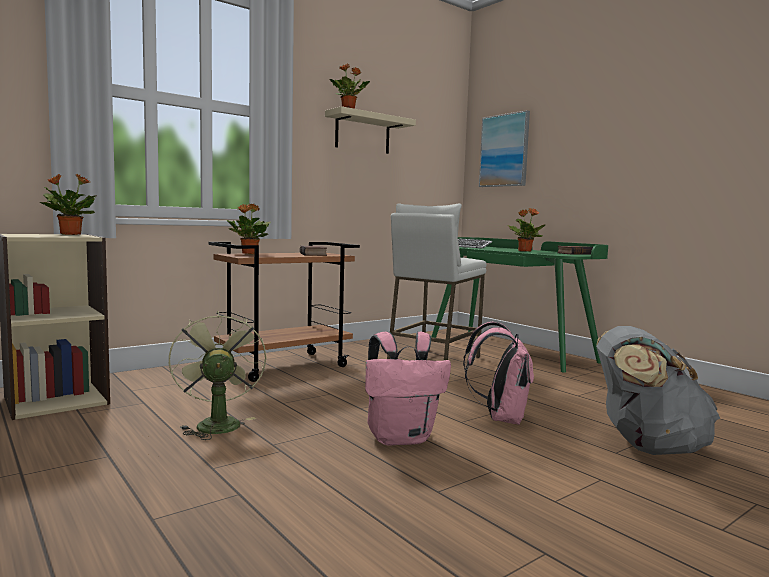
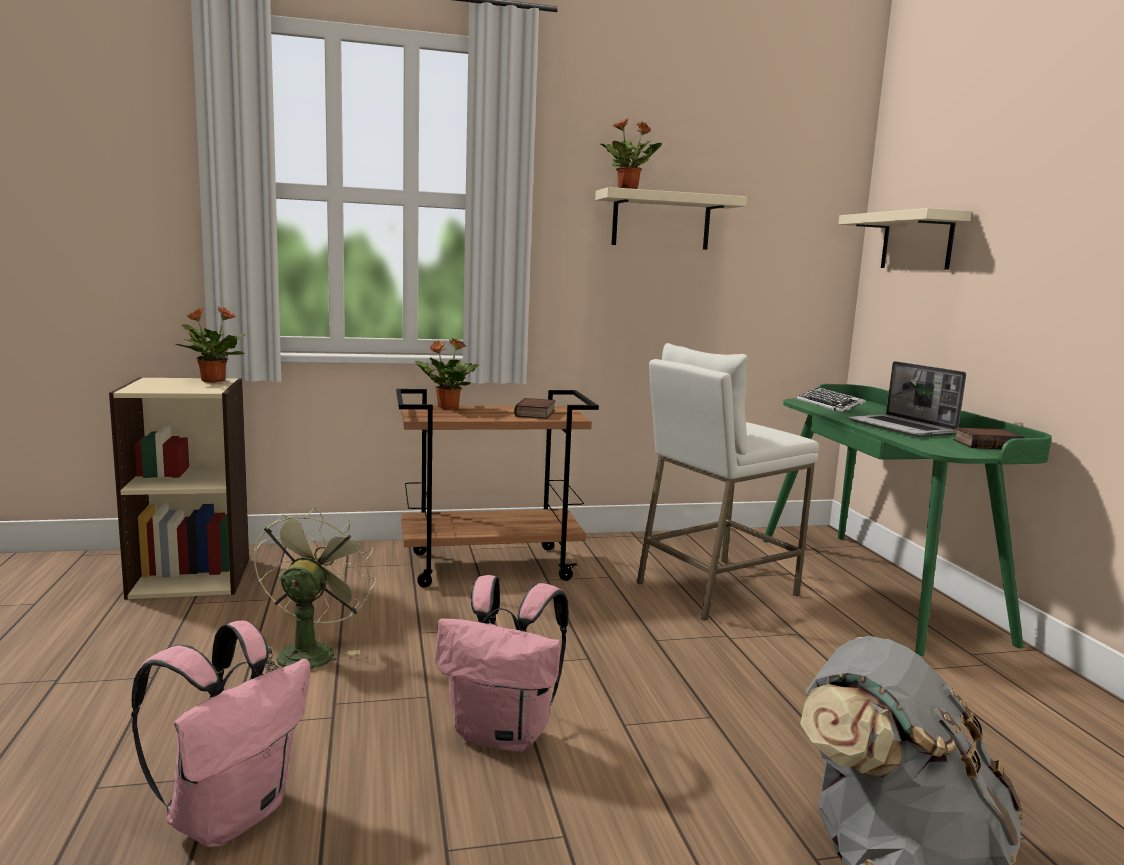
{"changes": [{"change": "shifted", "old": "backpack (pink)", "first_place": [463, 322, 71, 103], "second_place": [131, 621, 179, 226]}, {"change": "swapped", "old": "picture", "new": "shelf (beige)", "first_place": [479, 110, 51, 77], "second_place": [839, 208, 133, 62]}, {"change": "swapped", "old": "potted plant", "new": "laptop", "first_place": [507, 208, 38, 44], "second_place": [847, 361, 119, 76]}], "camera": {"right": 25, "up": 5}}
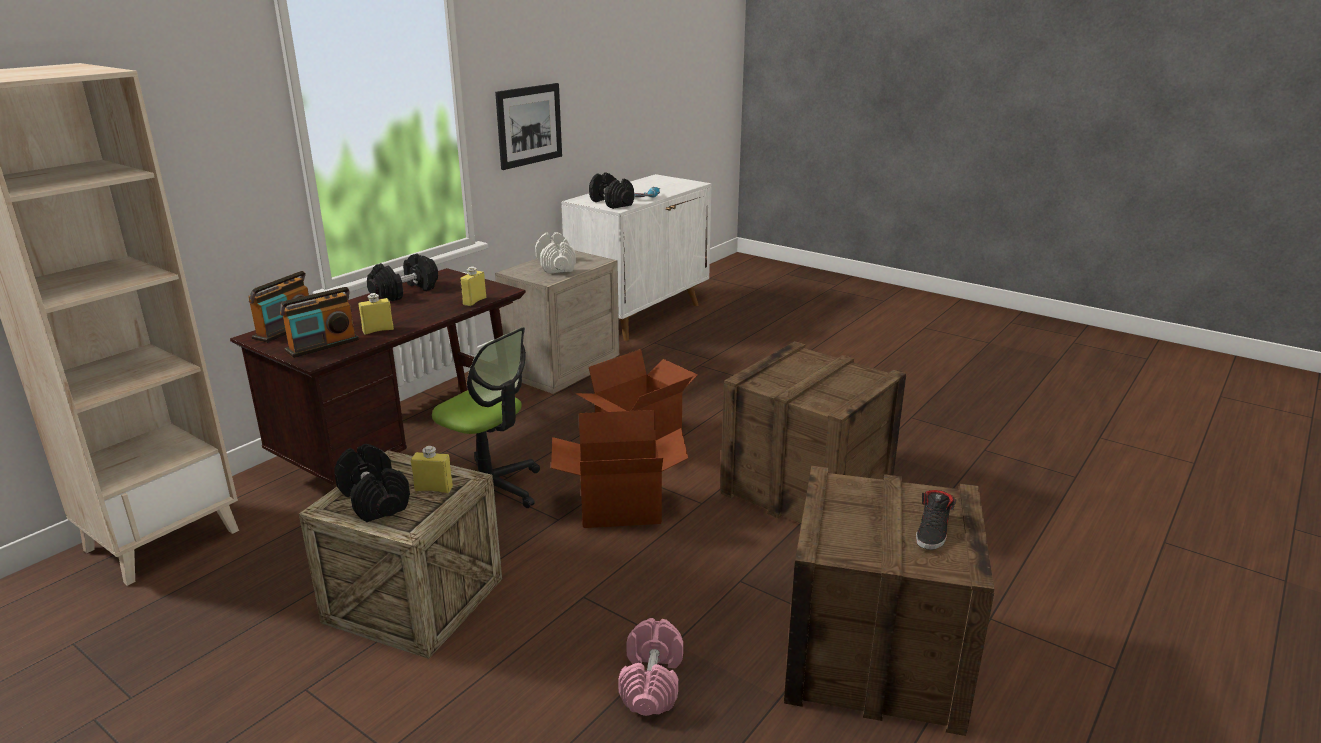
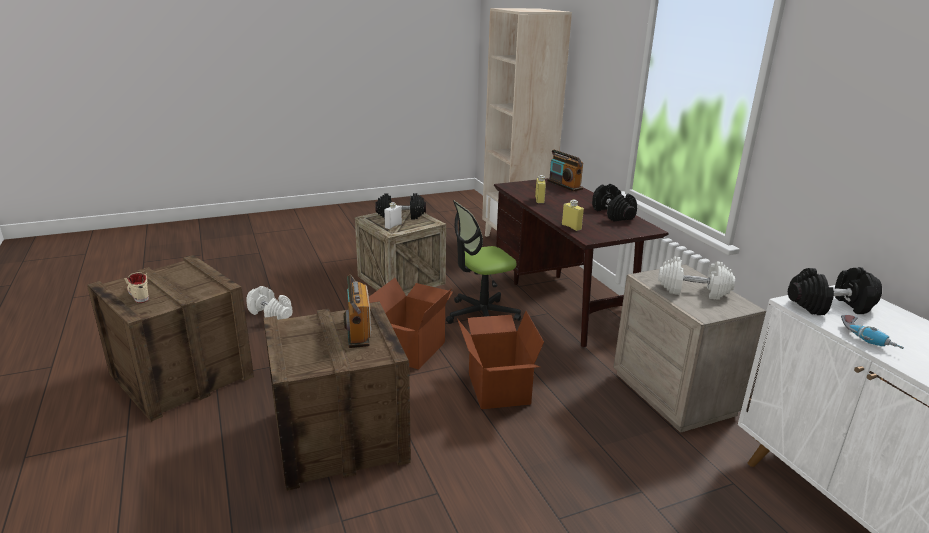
{"changes": [{"change": "gone", "old": "picture", "first_place": [495, 83, 67, 87]}, {"change": "shifted", "old": "radio", "first_place": [280, 287, 79, 71], "second_place": [343, 274, 28, 74]}, {"change": "repainted", "old": "bottle (yellow)", "new": "bottle (white)", "first_place": [411, 446, 42, 47], "second_place": [384, 202, 18, 27]}, {"change": "repainted", "old": "dumbbell (pink)", "new": "dumbbell (white)", "first_place": [618, 618, 65, 98], "second_place": [247, 286, 45, 34]}, {"change": "repainted", "old": "shoe (black)", "new": "shoe (beige)", "first_place": [916, 490, 40, 60], "second_place": [124, 272, 25, 31]}], "camera": {"right": 120, "up": 0}}
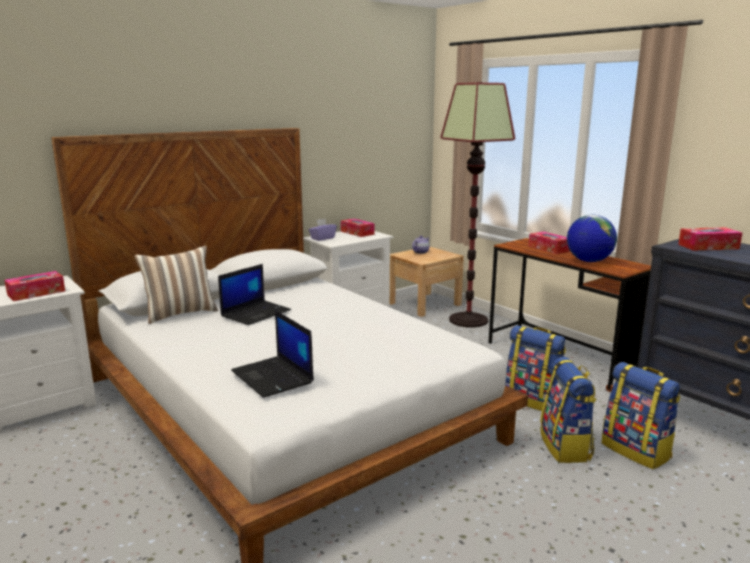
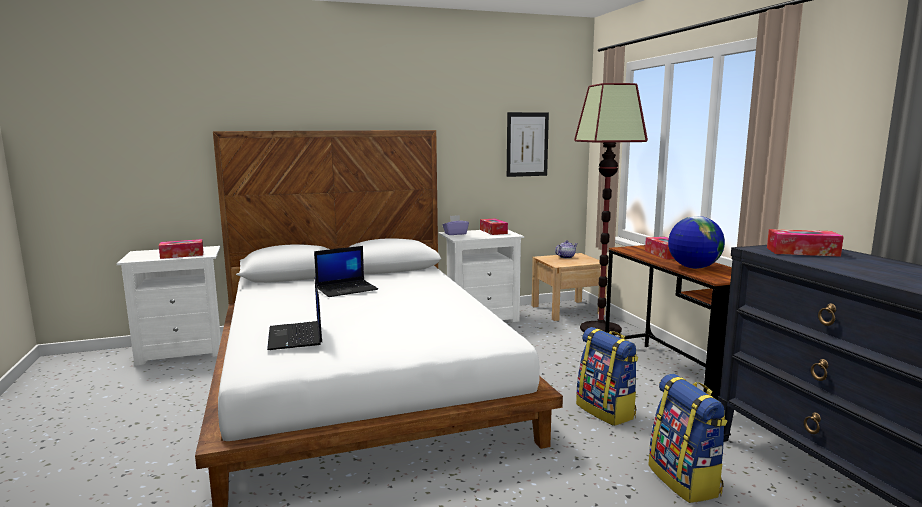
{"changes": [{"change": "gone", "old": "pillow", "first_place": [134, 246, 84, 78]}, {"change": "gone", "old": "backpack", "first_place": [540, 357, 57, 106]}, {"change": "new", "new": "picture", "second_place": [507, 112, 42, 65]}], "camera": {"right": 20, "up": -5}}
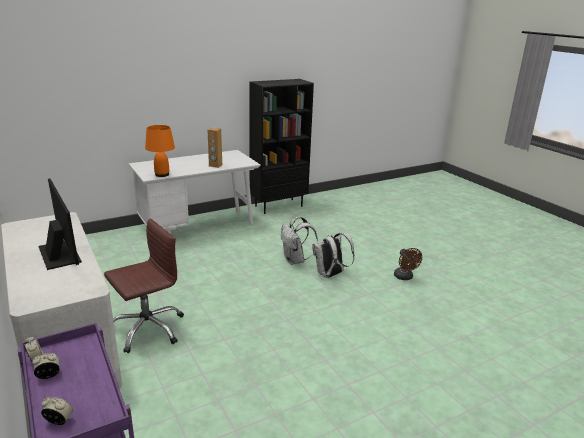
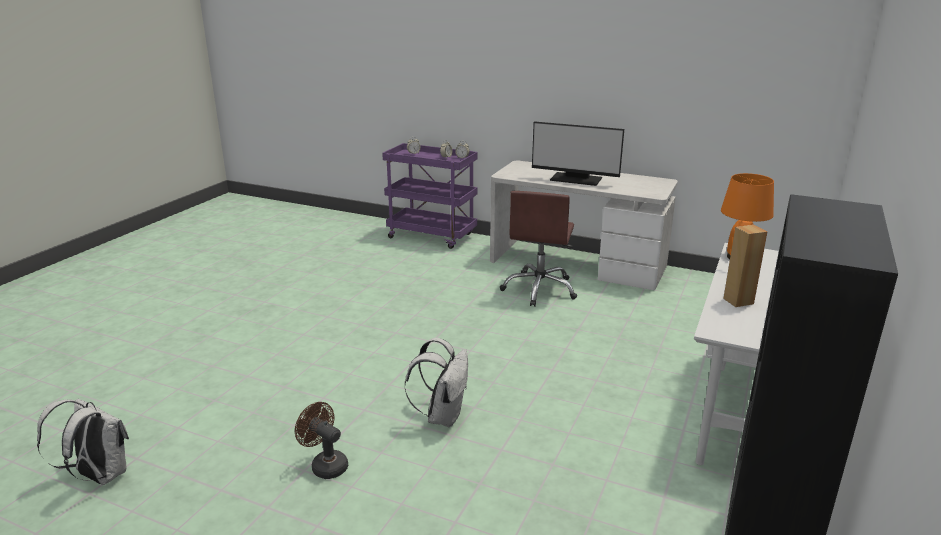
{"changes": [{"change": "shifted", "old": "backpack (white)", "first_place": [281, 216, 37, 49], "second_place": [37, 399, 92, 86]}], "camera": {"right": 145, "up": 0}}
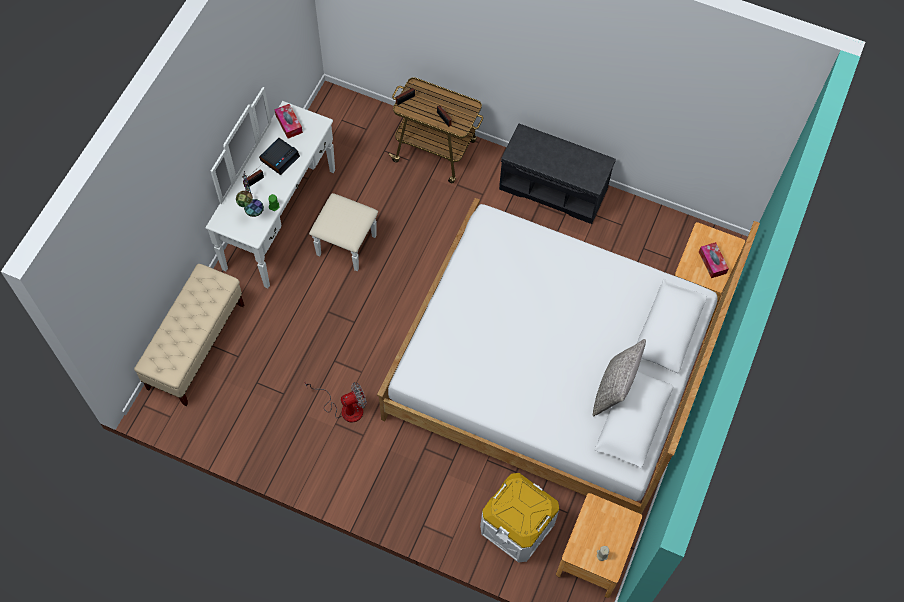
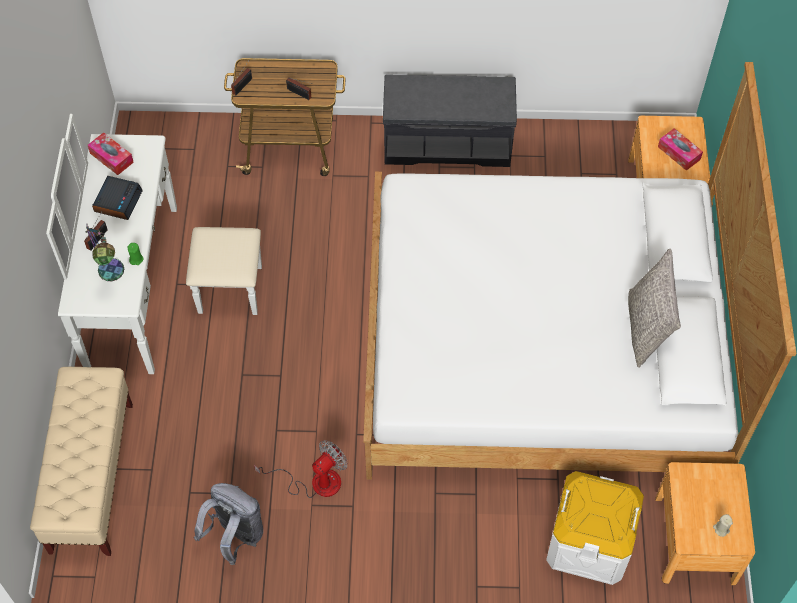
{"changes": [{"change": "new", "new": "backpack (grey)", "second_place": [194, 483, 69, 82]}], "camera": {"right": -20, "up": -5}}
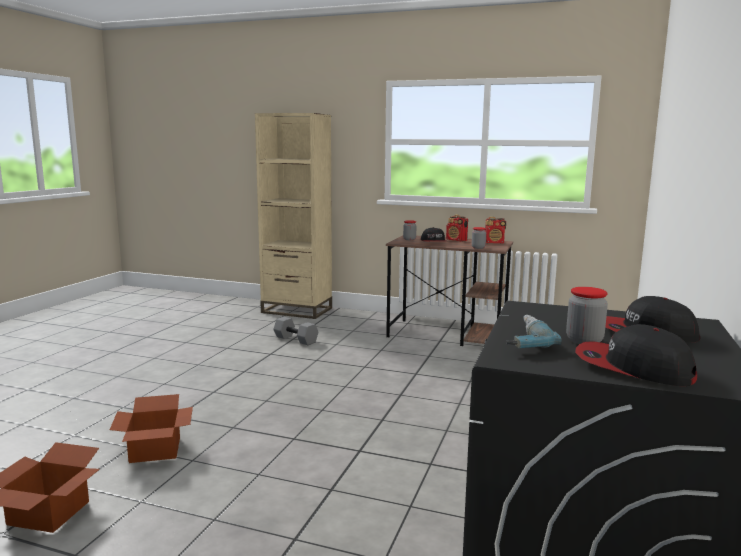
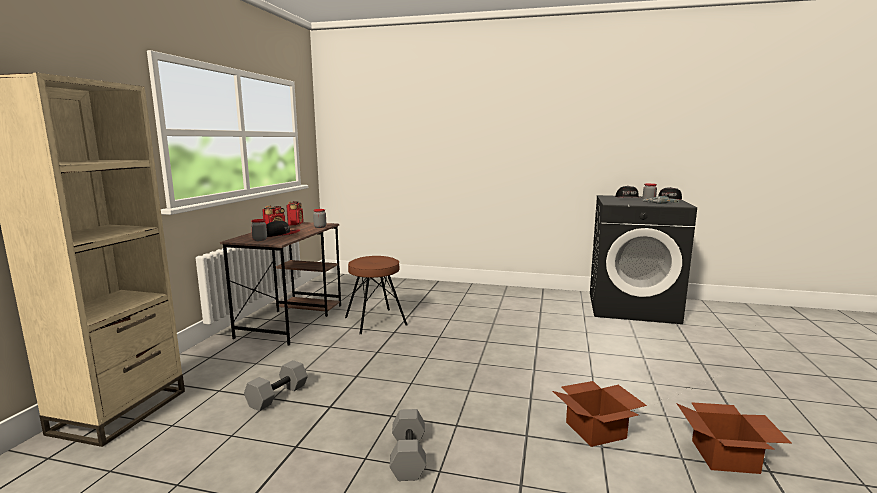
{"changes": [{"change": "new", "new": "stool (brown)", "second_place": [345, 256, 63, 78]}, {"change": "new", "new": "dumbbell (grey)", "second_place": [390, 409, 36, 72]}], "camera": {"right": -95, "up": 0}}
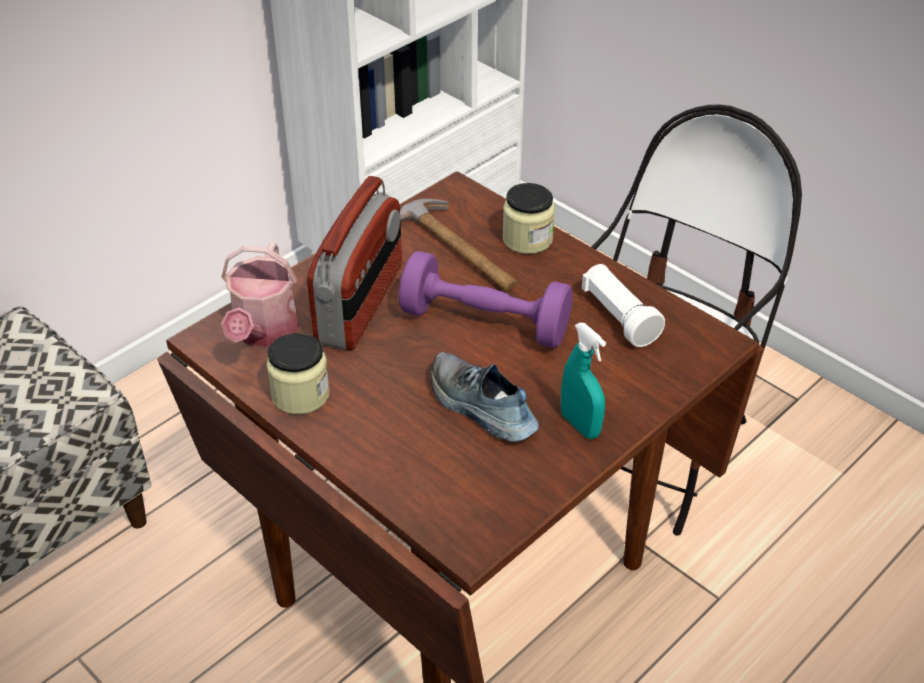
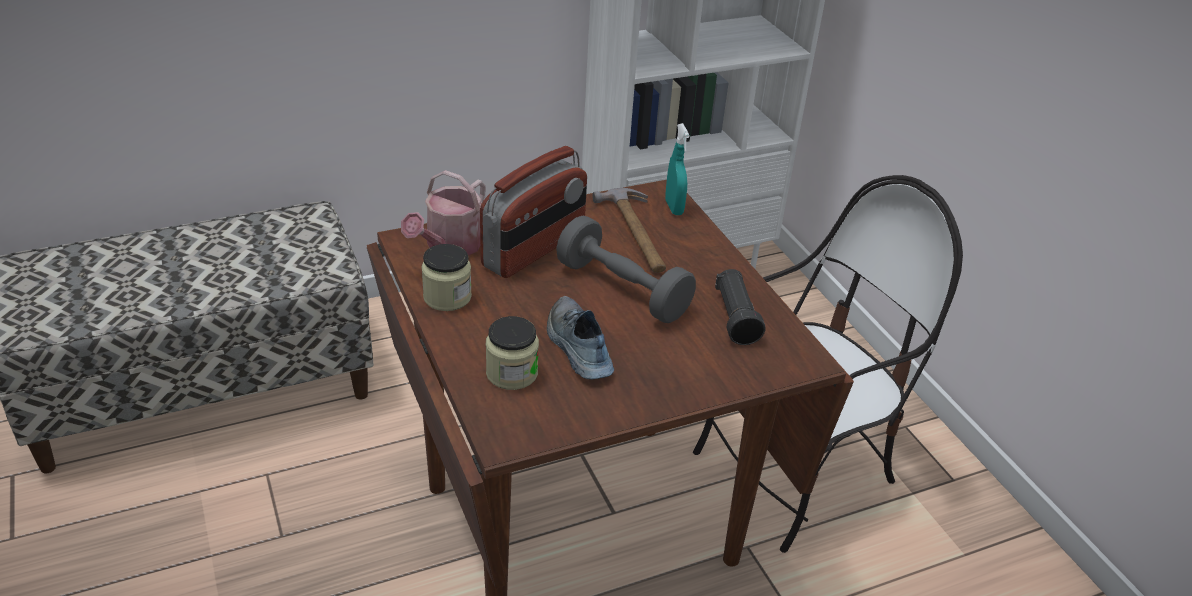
{"changes": [{"change": "shifted", "old": "jar", "first_place": [503, 183, 52, 71], "second_place": [486, 316, 53, 74]}, {"change": "shifted", "old": "spray bottle (turquoise)", "first_place": [561, 322, 45, 117], "second_place": [665, 123, 25, 92]}, {"change": "repainted", "old": "dumbbell (purple)", "new": "dumbbell (grey)", "first_place": [399, 251, 174, 97], "second_place": [556, 216, 140, 107]}, {"change": "repainted", "old": "flashlight (white)", "new": "flashlight (black)", "first_place": [582, 264, 83, 83], "second_place": [715, 269, 51, 76]}], "camera": {"right": 20, "up": -5}}
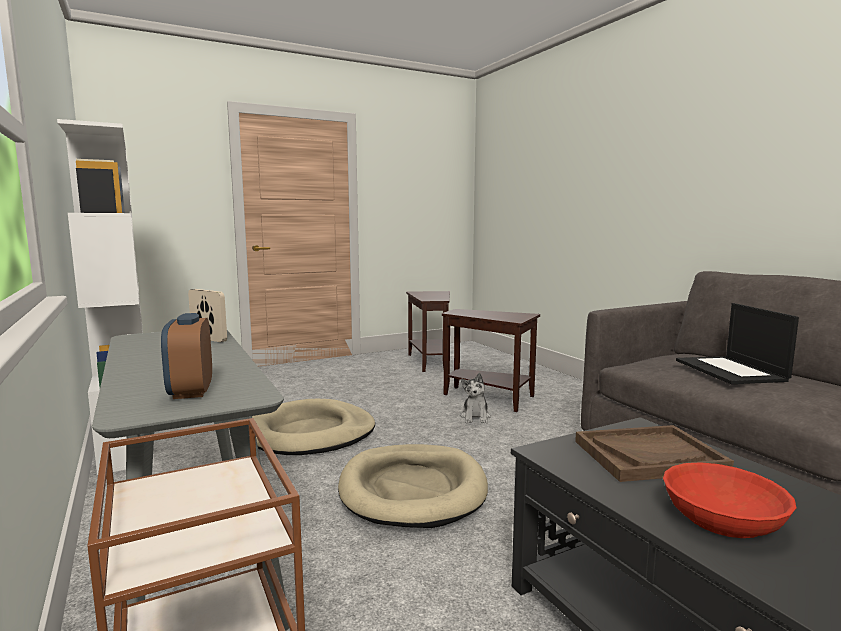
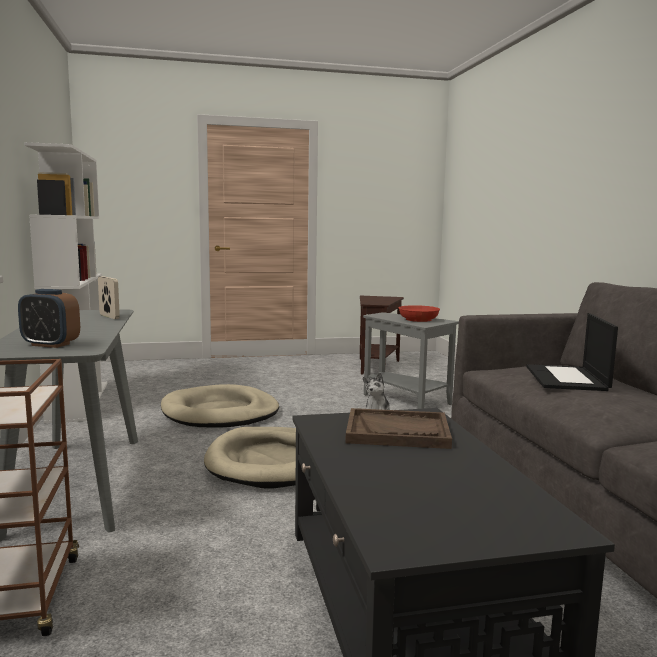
{"changes": [{"change": "shifted", "old": "bowl (red)", "first_place": [663, 462, 133, 76], "second_place": [399, 305, 41, 17]}, {"change": "repainted", "old": "side table (brown)", "new": "side table (grey)", "first_place": [442, 309, 98, 103], "second_place": [363, 312, 96, 97]}, {"change": "rotated", "old": "alarm clock", "first_place": [161, 313, 51, 86], "second_place": [18, 289, 62, 59], "degrees": -75}], "camera": {"right": 15, "up": 0}}
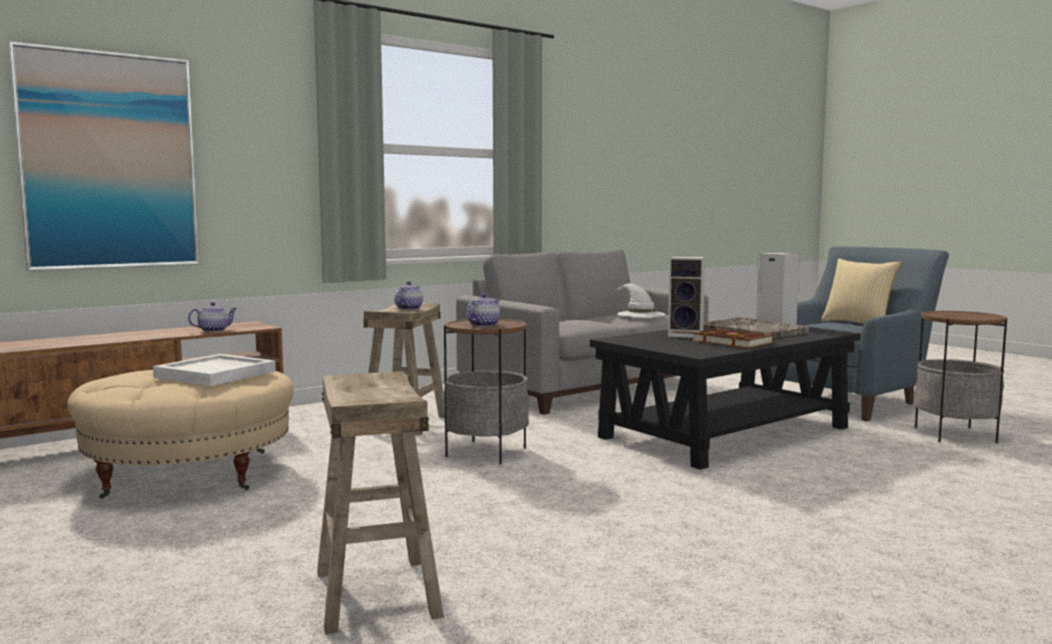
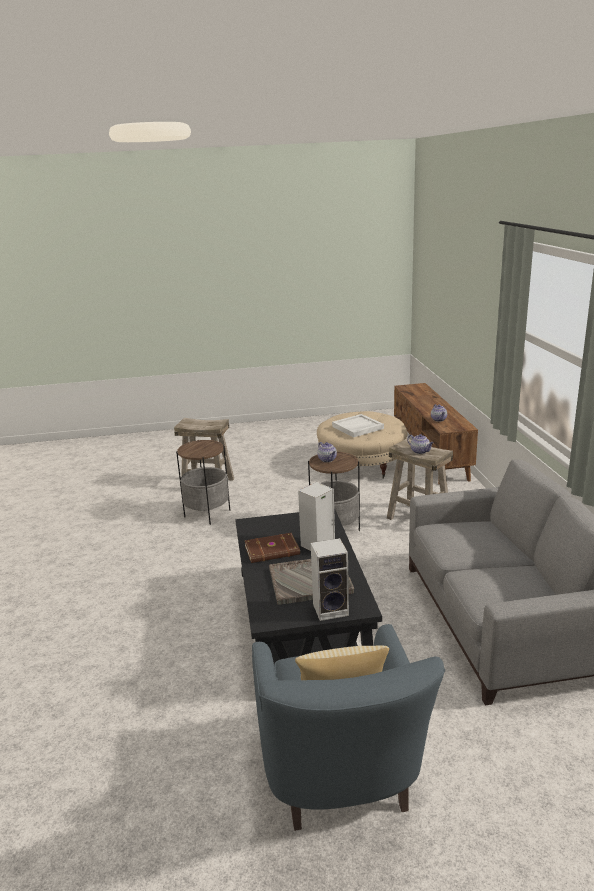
{"changes": [{"change": "gone", "old": "picture", "first_place": [9, 42, 190, 229]}, {"change": "gone", "old": "hat (white)", "first_place": [613, 284, 53, 33]}, {"change": "shifted", "old": "side table", "first_place": [913, 311, 94, 132], "second_place": [176, 440, 55, 85]}], "camera": {"right": 120, "up": 15}}
